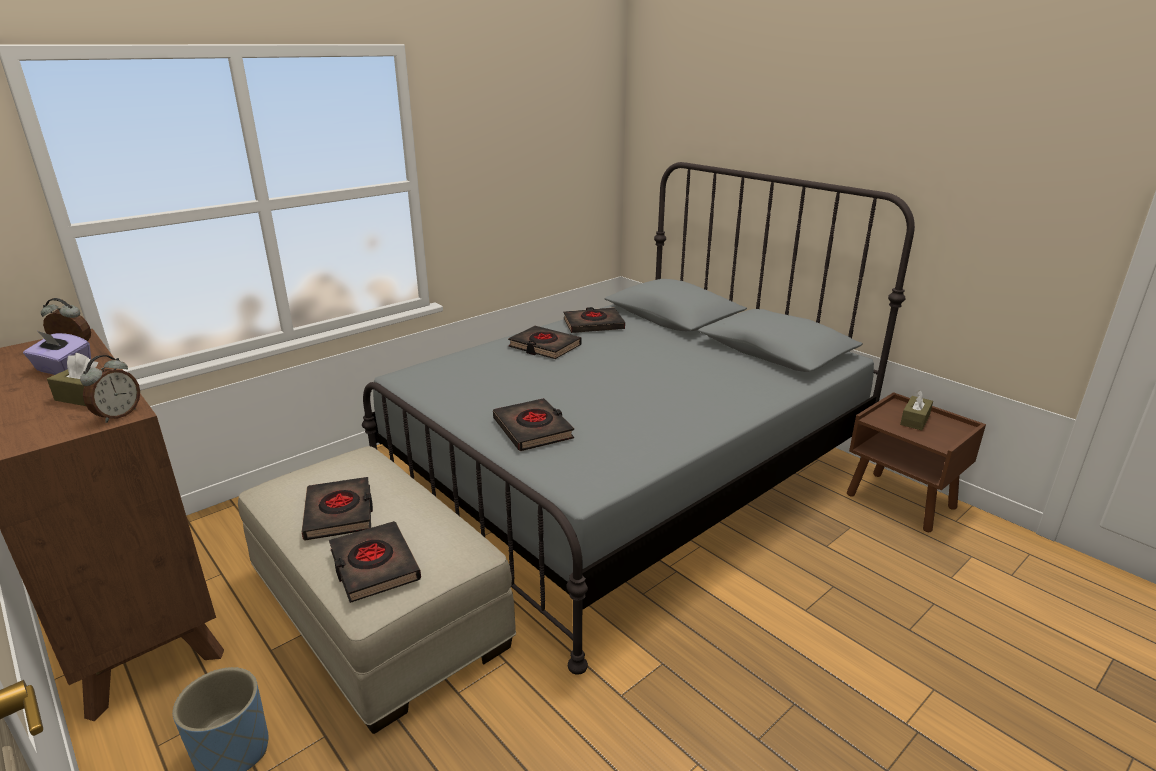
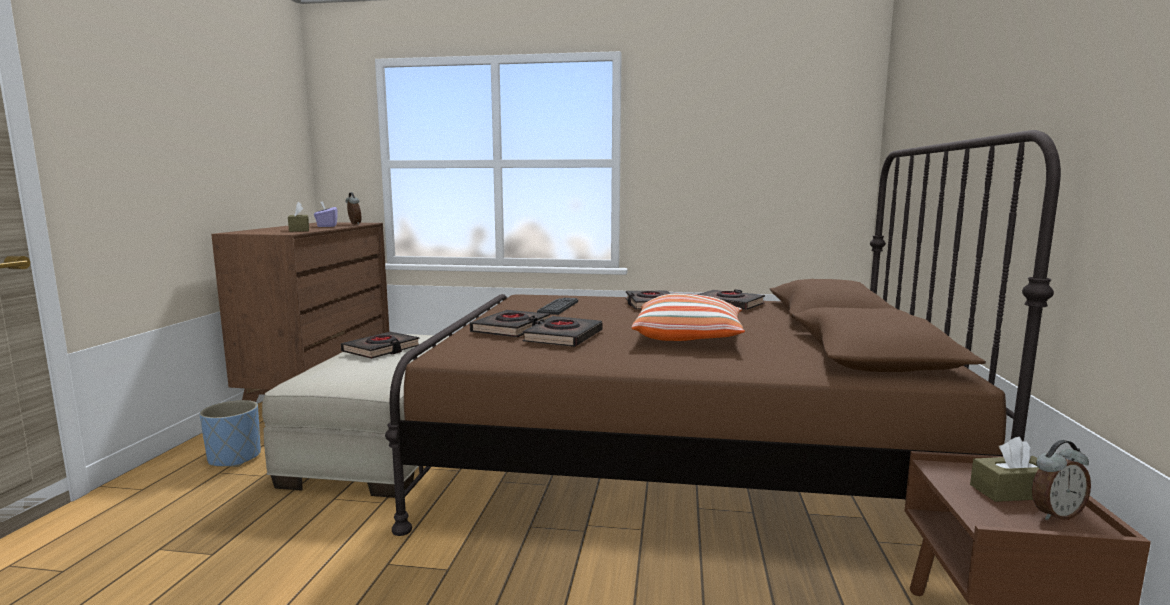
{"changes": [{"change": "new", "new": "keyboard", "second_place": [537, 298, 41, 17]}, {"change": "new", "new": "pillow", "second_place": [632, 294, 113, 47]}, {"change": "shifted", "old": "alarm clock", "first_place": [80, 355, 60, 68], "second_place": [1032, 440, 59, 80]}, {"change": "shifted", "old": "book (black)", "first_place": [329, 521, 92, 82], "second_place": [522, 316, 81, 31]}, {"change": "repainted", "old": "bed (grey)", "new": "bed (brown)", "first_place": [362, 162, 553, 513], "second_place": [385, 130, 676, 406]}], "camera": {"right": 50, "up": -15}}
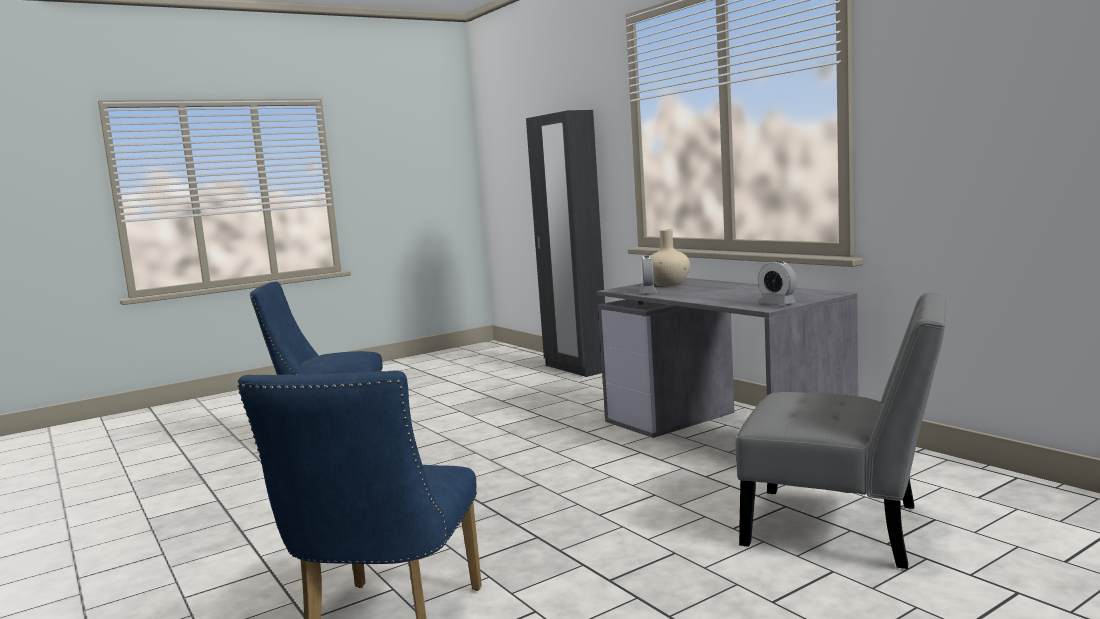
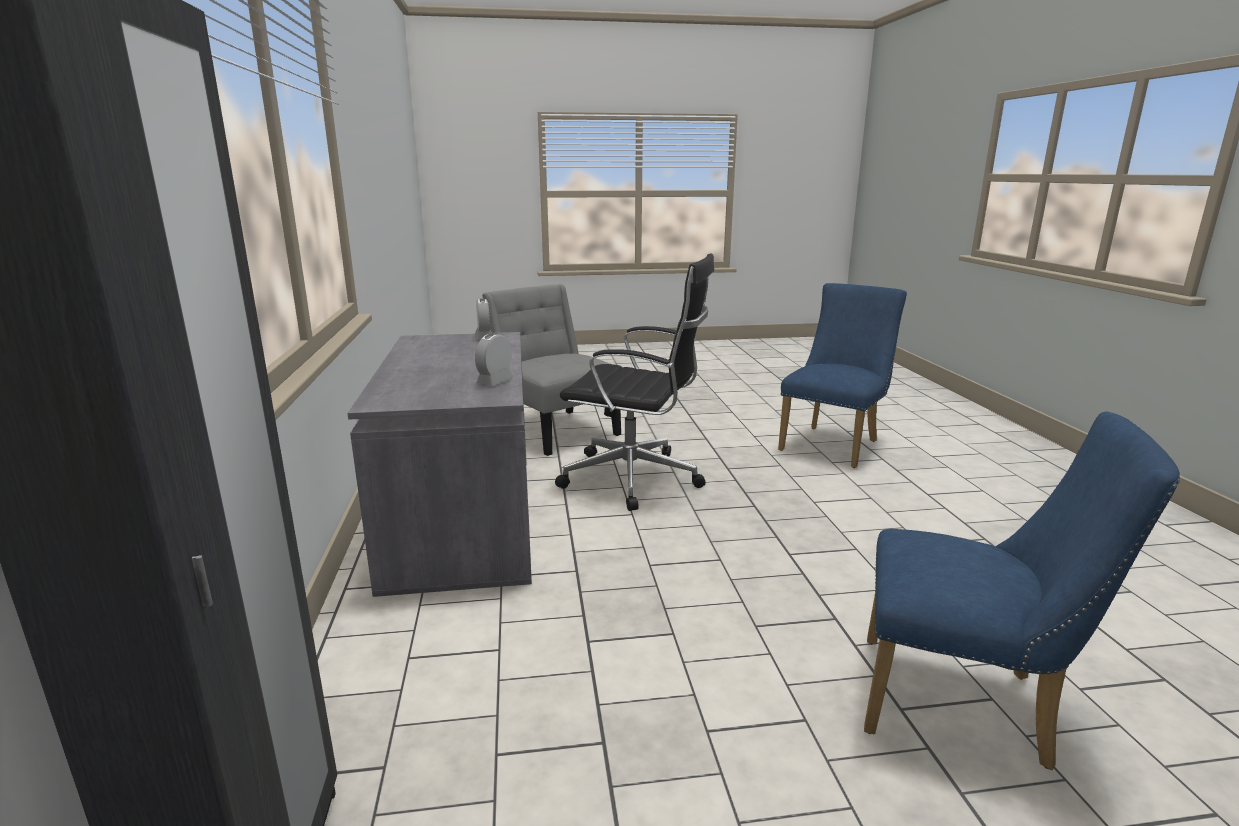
{"changes": [{"change": "gone", "old": "vase (beige)", "first_place": [651, 229, 39, 57]}, {"change": "new", "new": "office chair (black)", "second_place": [555, 253, 159, 258]}], "camera": {"right": -155, "up": 10}}
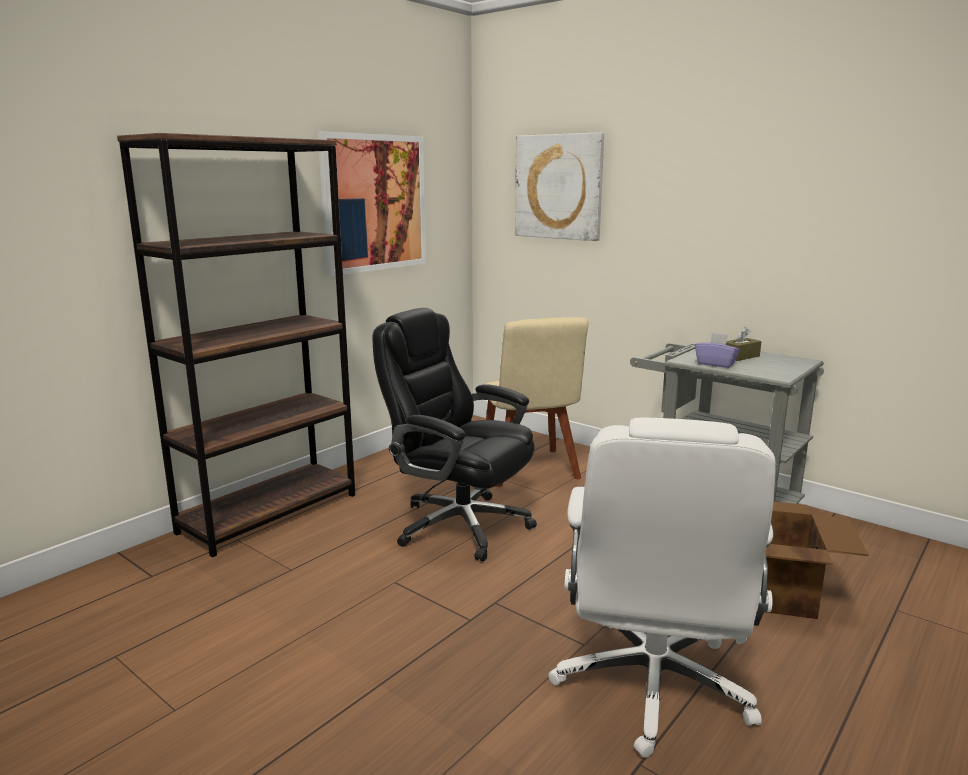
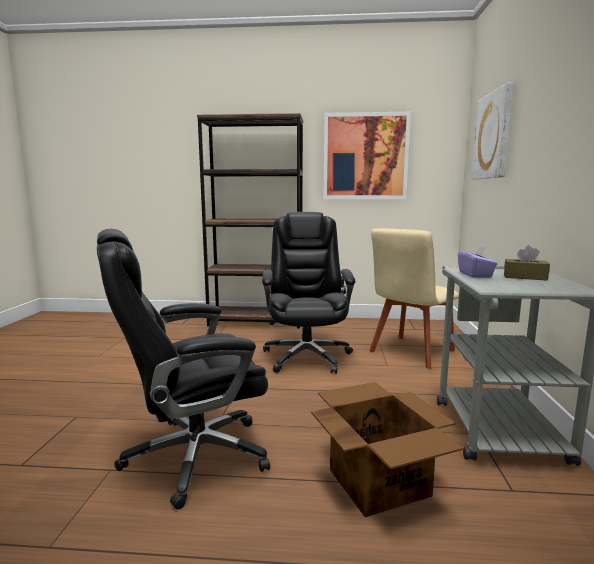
{"changes": [{"change": "repainted", "old": "office chair (white)", "new": "office chair (black)", "first_place": [548, 418, 228, 340], "second_place": [97, 229, 173, 280]}], "camera": {"right": 55, "up": -5}}
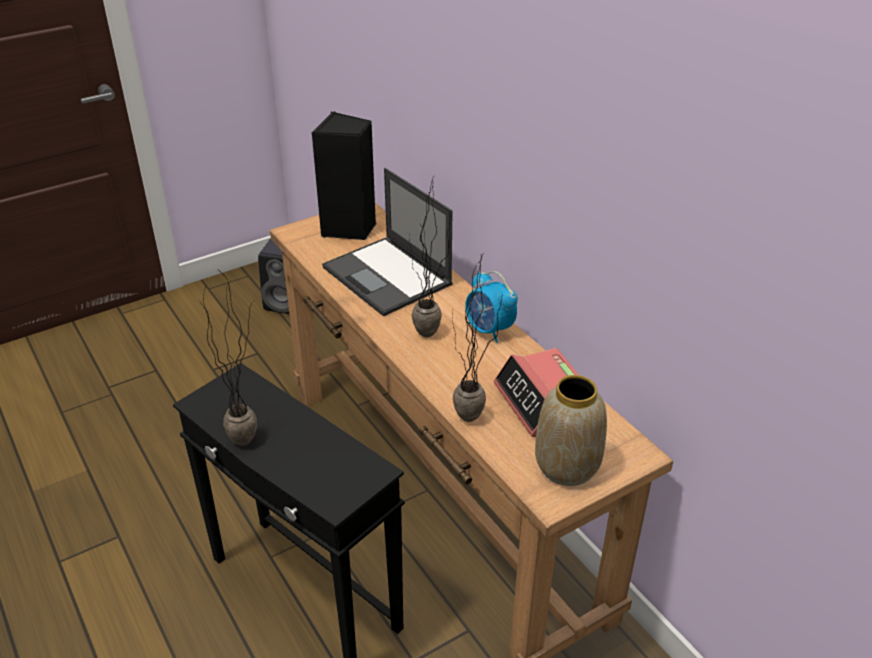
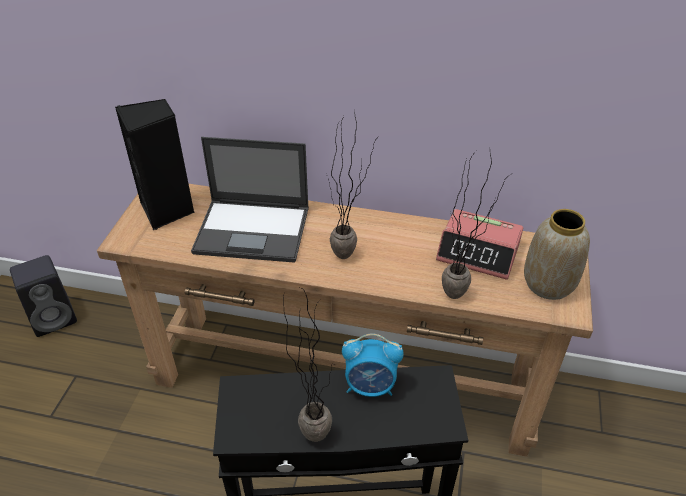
{"changes": [{"change": "shifted", "old": "alarm clock", "first_place": [465, 271, 53, 72], "second_place": [342, 333, 62, 64]}], "camera": {"right": -45, "up": 5}}
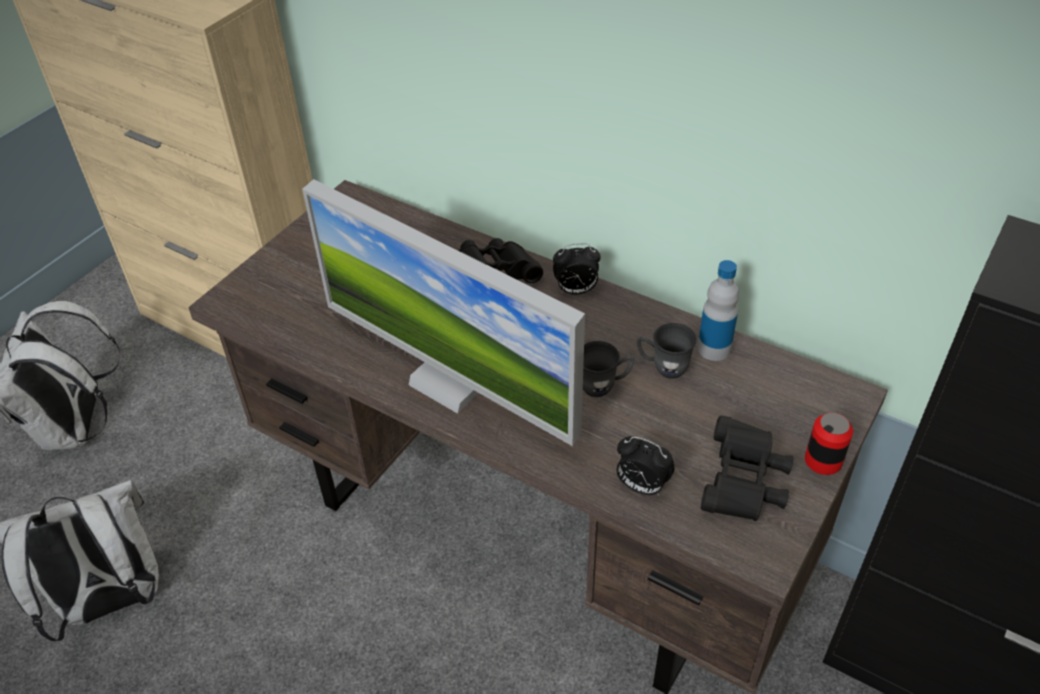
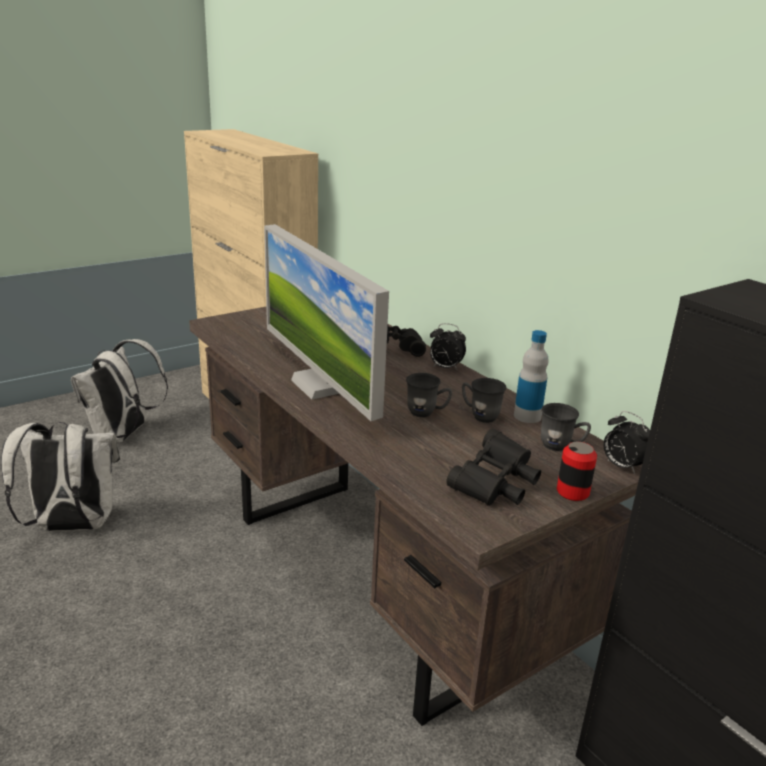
{"changes": [{"change": "new", "new": "mug (grey)", "second_place": [541, 403, 50, 48]}, {"change": "shifted", "old": "alarm clock", "first_place": [616, 436, 59, 60], "second_place": [603, 411, 47, 63]}], "camera": {"right": 20, "up": -20}}
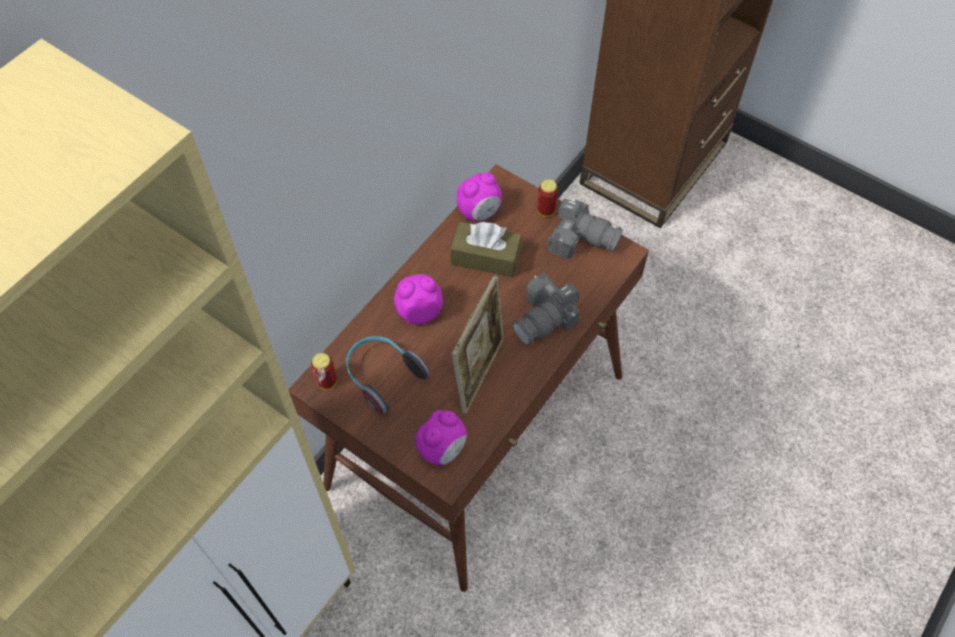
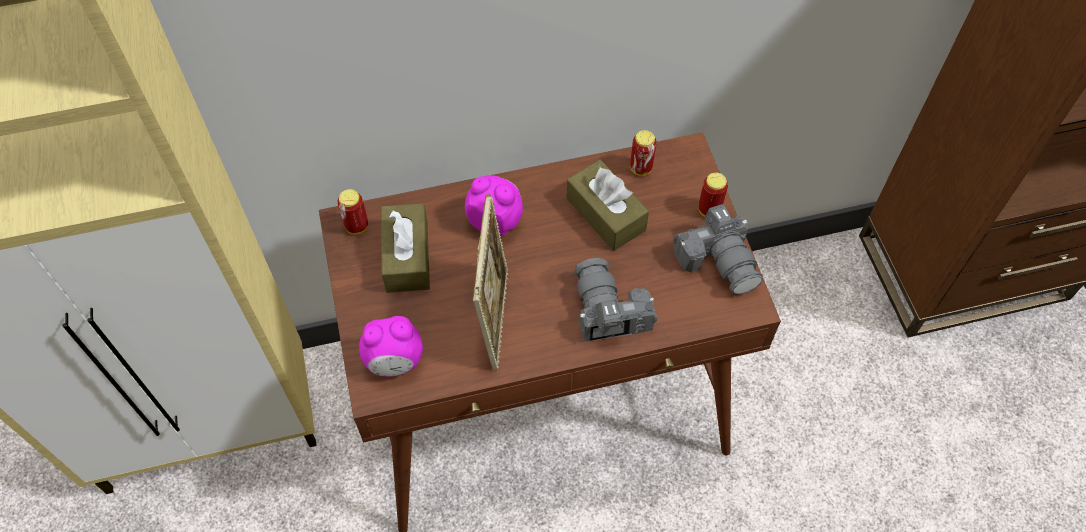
{"changes": [{"change": "swapped", "old": "headphones", "new": "tissue box (brown)", "first_place": [346, 336, 83, 78], "second_place": [381, 203, 49, 90]}, {"change": "swapped", "old": "alarm clock", "new": "can", "first_place": [457, 172, 45, 49], "second_place": [630, 130, 27, 46]}, {"change": "rotated", "old": "picture frame", "first_place": [452, 274, 52, 141], "second_place": [473, 194, 35, 176], "degrees": -60}, {"change": "rotated", "old": "photo camera", "first_place": [513, 273, 67, 73], "second_place": [574, 258, 83, 84], "degrees": 75}], "camera": {"right": 40, "up": 0}}
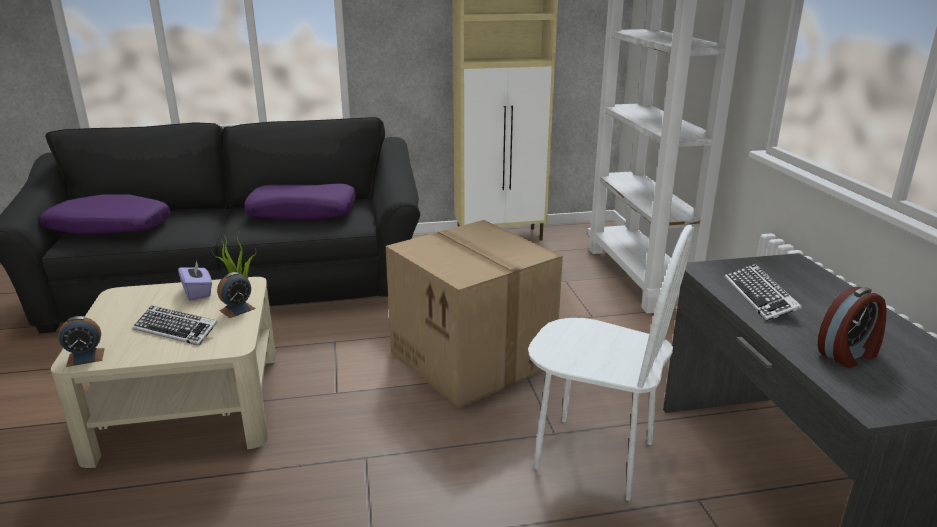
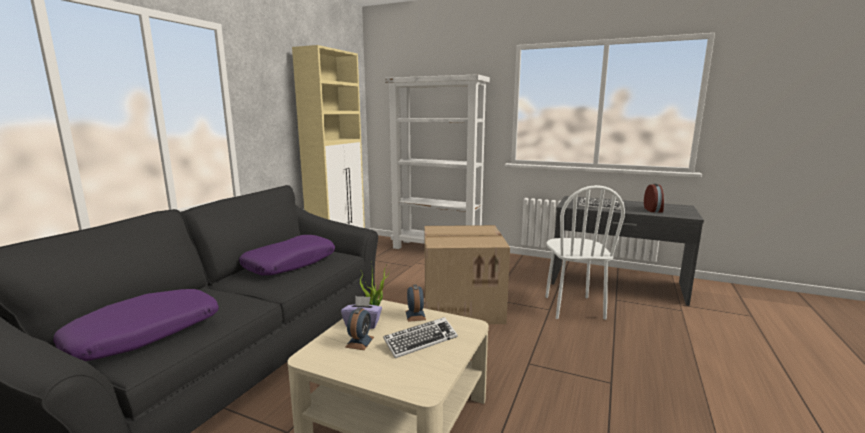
{"changes": [{"change": "shifted", "old": "alarm clock", "first_place": [58, 316, 47, 51], "second_place": [345, 307, 29, 43]}, {"change": "rotated", "old": "chair (white)", "first_place": [528, 225, 166, 276], "second_place": [545, 185, 80, 135], "degrees": 120}], "camera": {"right": -55, "up": -10}}
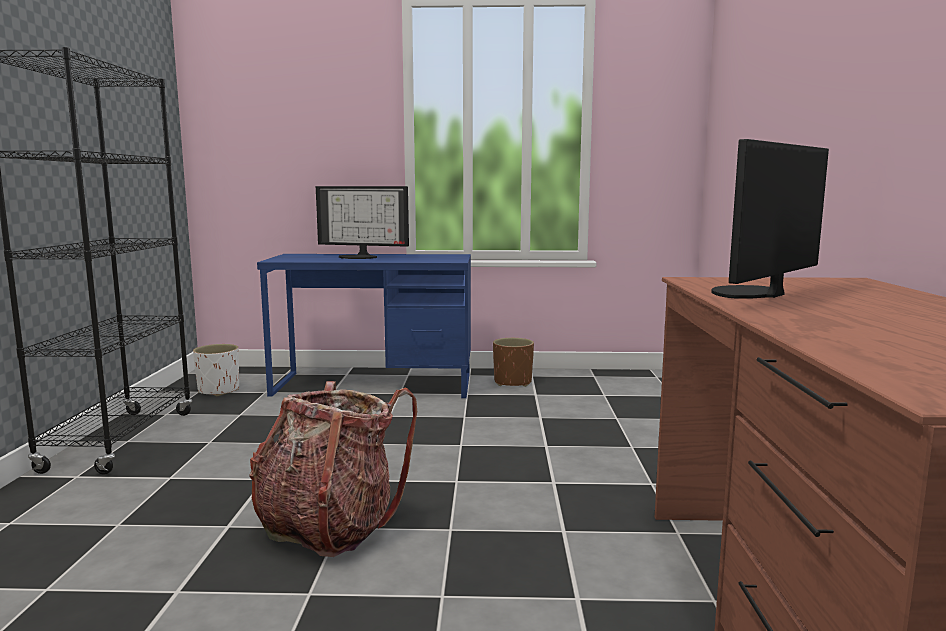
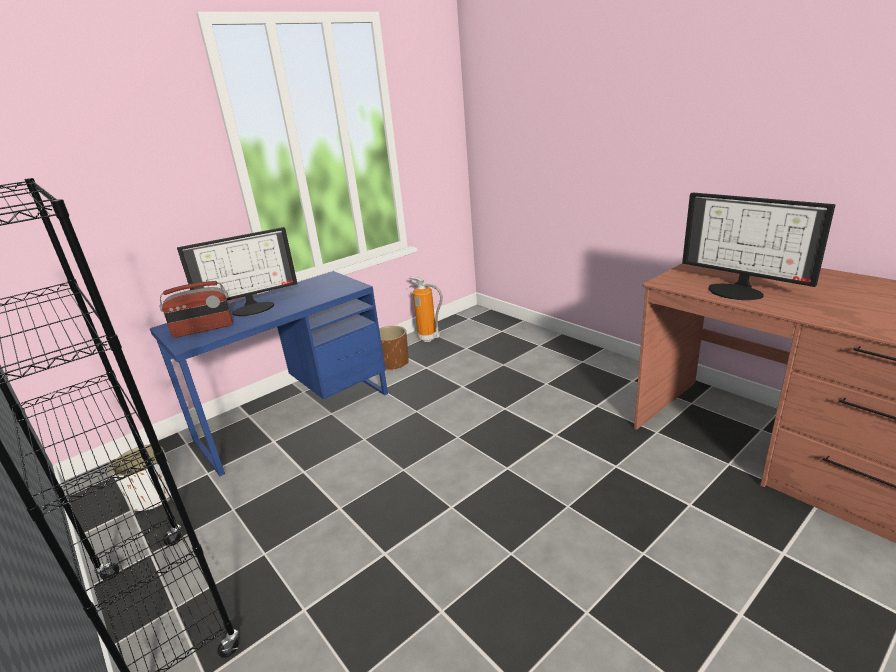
{"changes": [{"change": "gone", "old": "backpack", "first_place": [249, 381, 168, 176]}, {"change": "new", "new": "radio", "second_place": [160, 281, 73, 57]}, {"change": "new", "new": "fire extinguisher", "second_place": [409, 277, 34, 65]}, {"change": "rotated", "old": "monitor", "first_place": [711, 139, 118, 160], "second_place": [682, 193, 153, 107], "degrees": -45}], "camera": {"right": -40, "up": 15}}
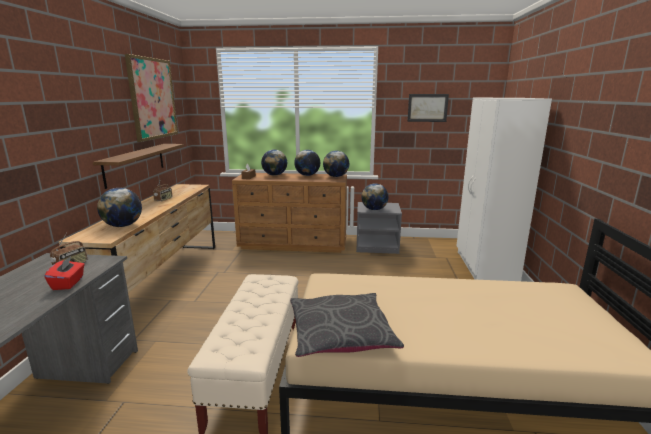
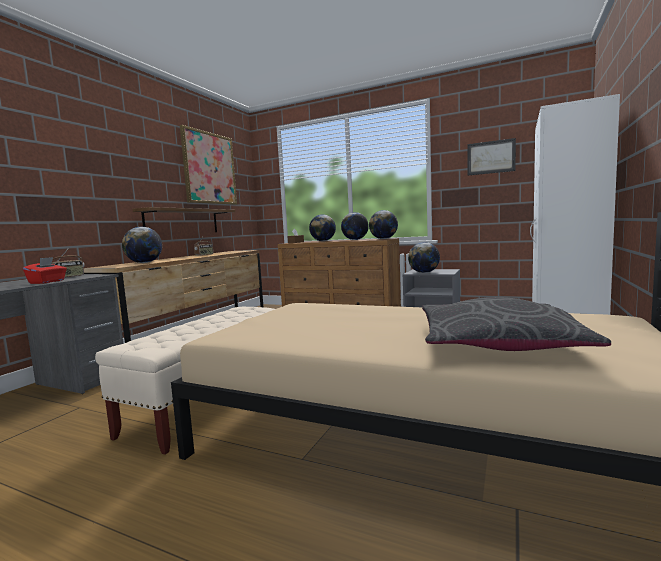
{"changes": [{"change": "shifted", "old": "pillow (grey)", "first_place": [290, 293, 114, 64], "second_place": [422, 297, 189, 54]}], "camera": {"right": 20, "up": -10}}
